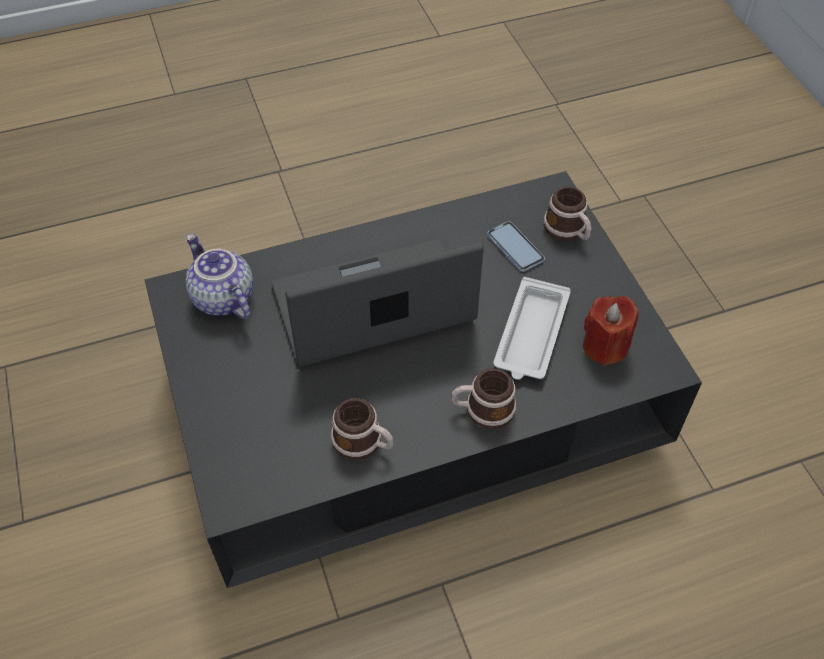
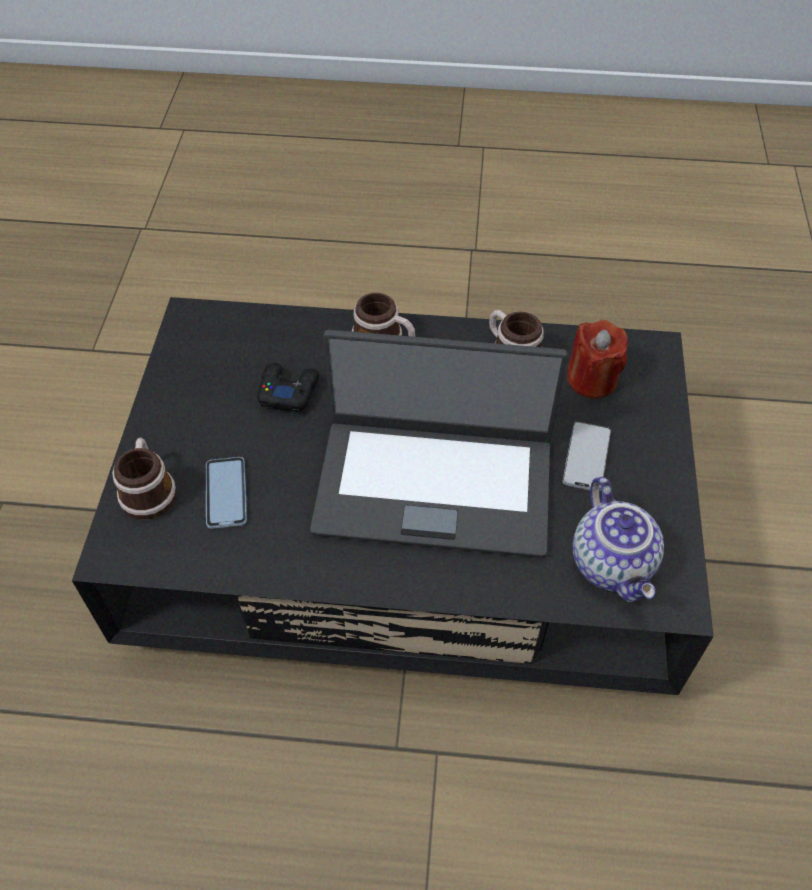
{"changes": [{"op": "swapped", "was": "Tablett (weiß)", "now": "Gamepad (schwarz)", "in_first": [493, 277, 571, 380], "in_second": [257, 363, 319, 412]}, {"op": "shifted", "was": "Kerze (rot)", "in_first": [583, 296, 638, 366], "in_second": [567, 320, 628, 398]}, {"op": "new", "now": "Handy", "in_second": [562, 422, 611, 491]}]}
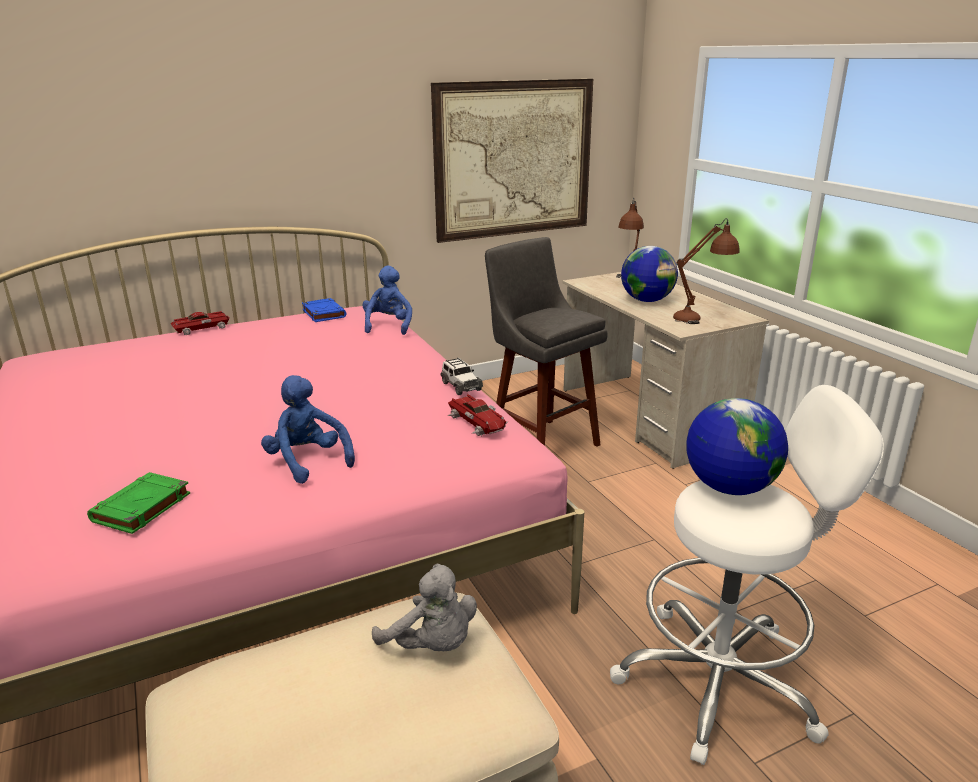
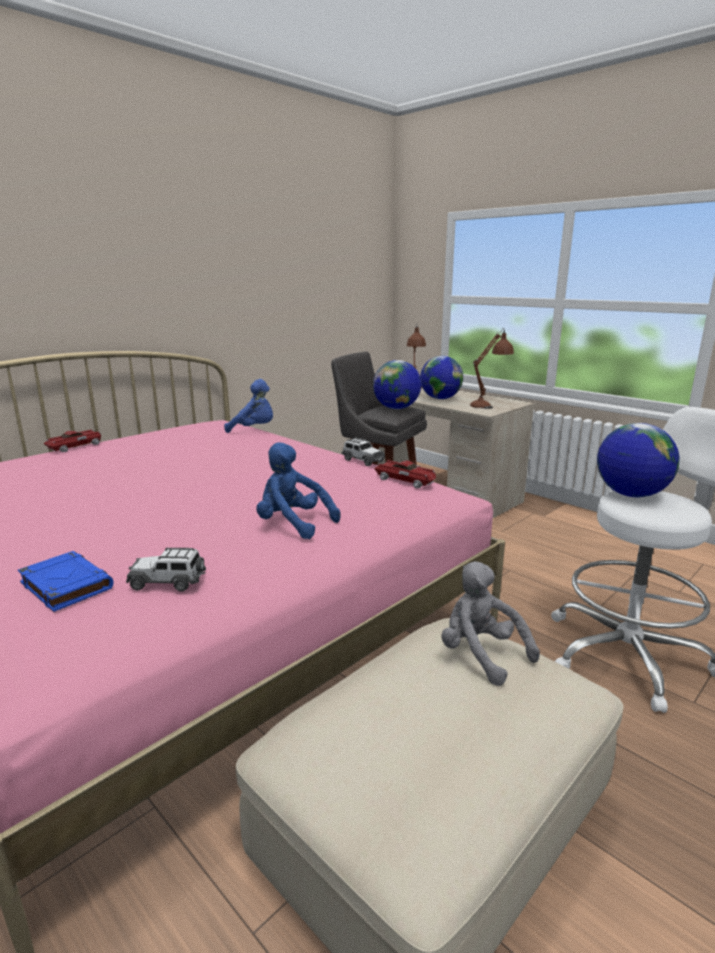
{"changes": [{"op": "swapped", "was": "Buch (grün)", "now": "Spielzeugauto", "in_first": [87, 472, 190, 534], "in_second": [126, 548, 206, 592]}, {"op": "shifted", "was": "Buch (blau)", "in_first": [302, 298, 346, 322], "in_second": [18, 551, 114, 612]}, {"op": "rotated", "was": "Plüschtier (blau)", "in_first": [362, 266, 412, 335], "in_second": [224, 379, 273, 433], "clockwise": 120}, {"op": "rotated", "was": "Plüschtier (grau)", "in_first": [372, 564, 477, 651], "in_second": [441, 561, 540, 686], "clockwise": -150}, {"op": "gone", "was": "Bild", "in_first": [431, 79, 593, 243]}, {"op": "new", "now": "Globus", "in_second": [373, 360, 421, 409]}]}
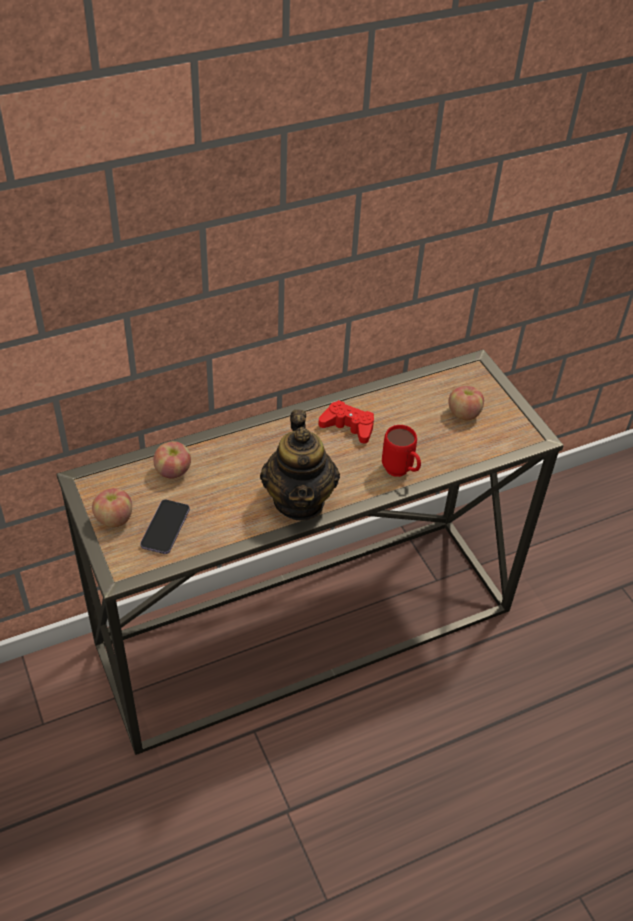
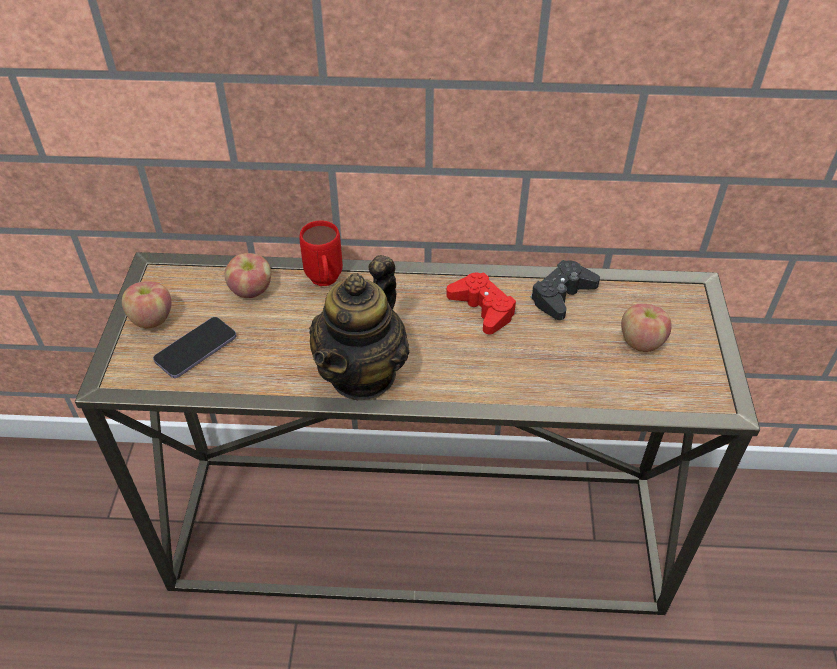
{"changes": [{"op": "shifted", "was": "Henkelbecher (rot)", "in_first": [382, 425, 421, 477], "in_second": [299, 221, 343, 286]}, {"op": "new", "now": "Gamepad (schwarz)", "in_second": [530, 260, 600, 320]}]}
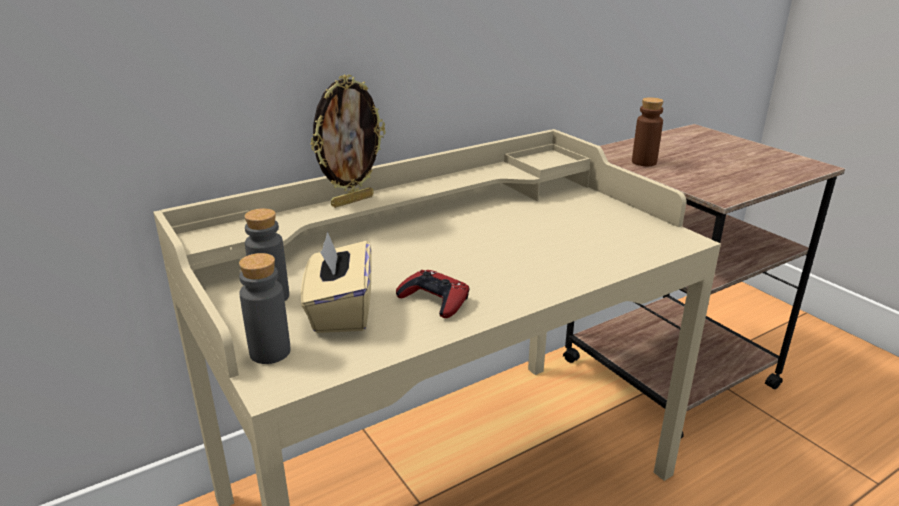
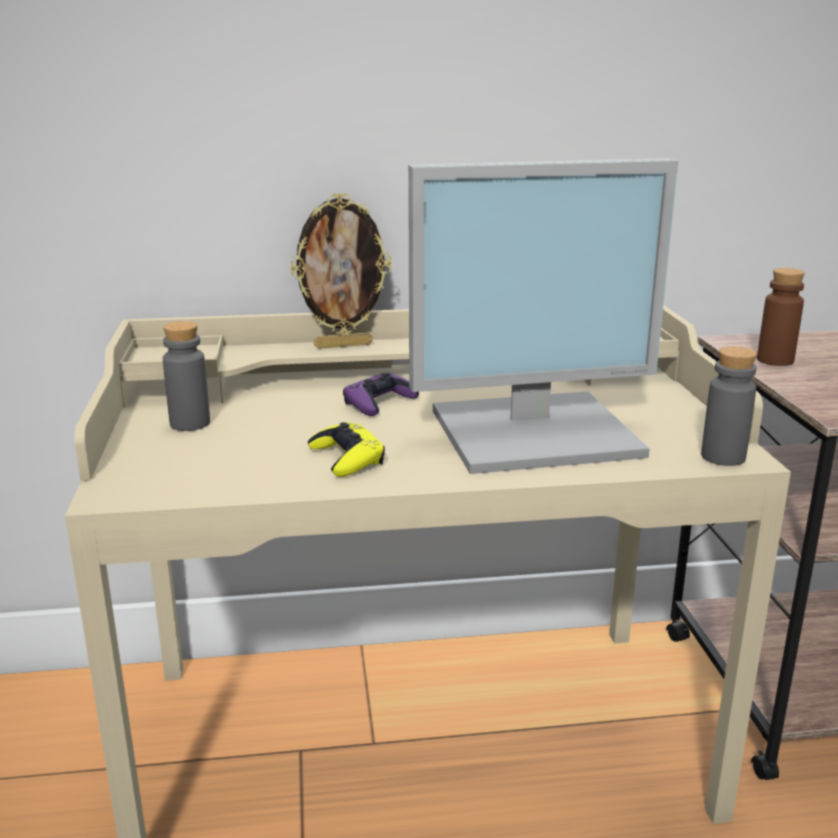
{"changes": [{"op": "shifted", "was": "Flasche (grau)", "in_first": [239, 253, 291, 364], "in_second": [701, 346, 757, 466]}, {"op": "gone", "was": "Taschentuchbox (beige)", "in_first": [301, 231, 372, 333]}, {"op": "repainted", "was": "Gamepad (rot)", "now": "Gamepad (gelb)", "in_first": [396, 270, 469, 318], "in_second": [308, 422, 385, 477]}, {"op": "new", "now": "Gamepad (lila)", "in_second": [343, 372, 419, 416]}, {"op": "new", "now": "Monitor", "in_second": [408, 158, 678, 474]}]}
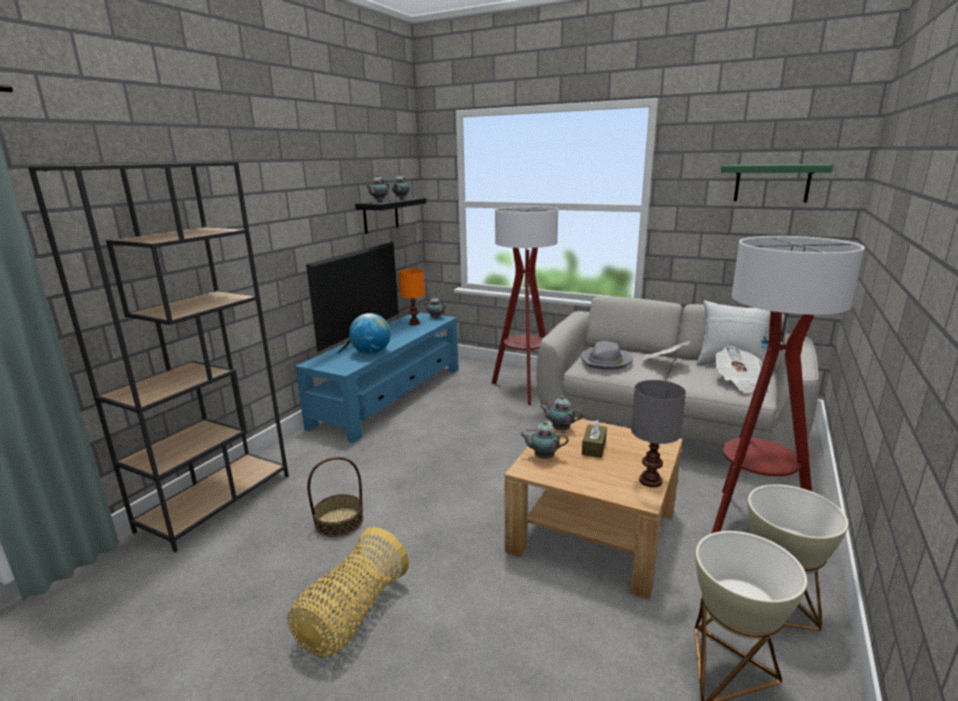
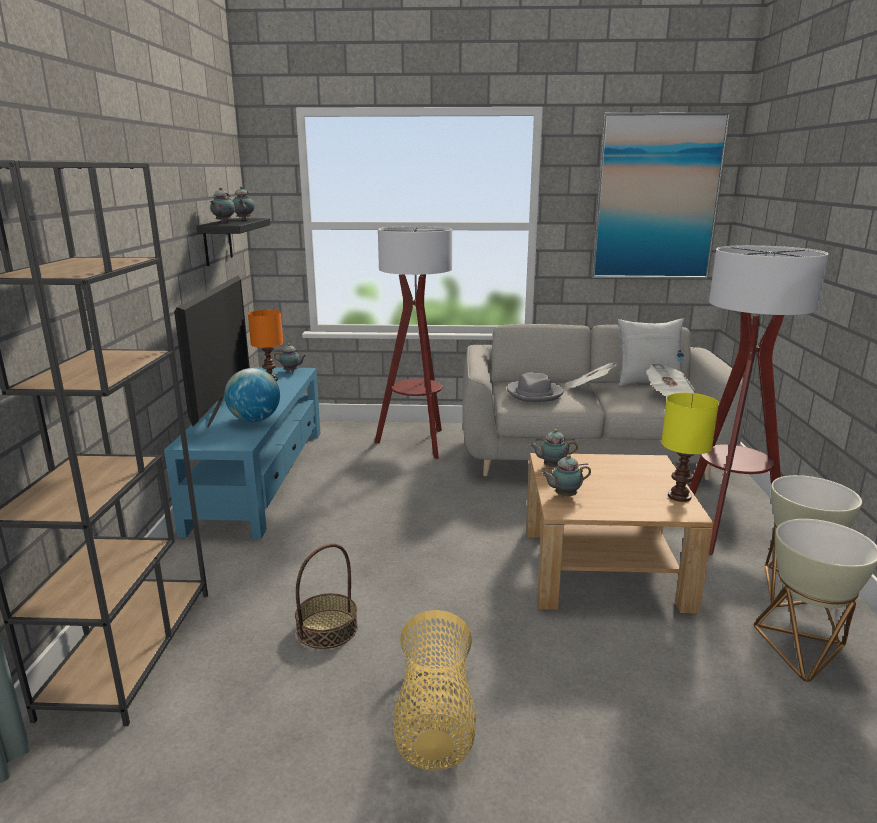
{"changes": [{"op": "gone", "was": "Taschentuchbox (braun)", "in_first": [582, 419, 607, 458]}, {"op": "repainted", "was": "Tischlampe (grau)", "now": "Tischlampe (gelb)", "in_first": [631, 380, 686, 487], "in_second": [661, 393, 719, 502]}, {"op": "swapped", "was": "Wandregal (grün)", "now": "Bild", "in_first": [721, 164, 833, 202], "in_second": [591, 112, 731, 279]}]}
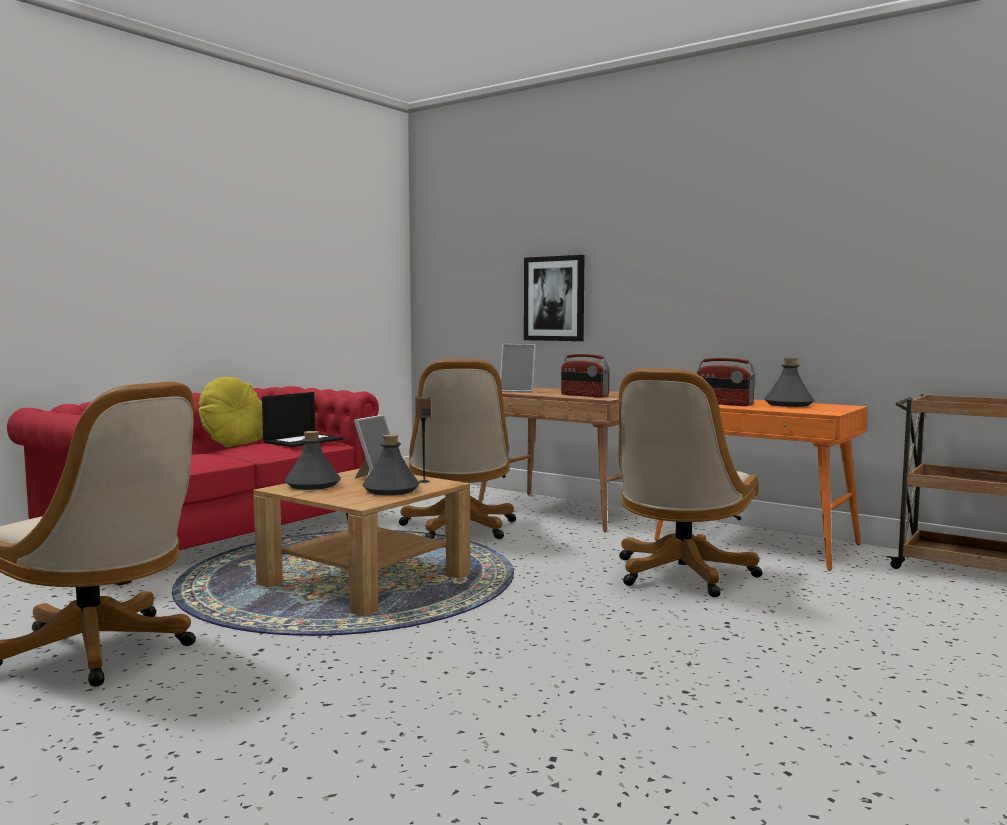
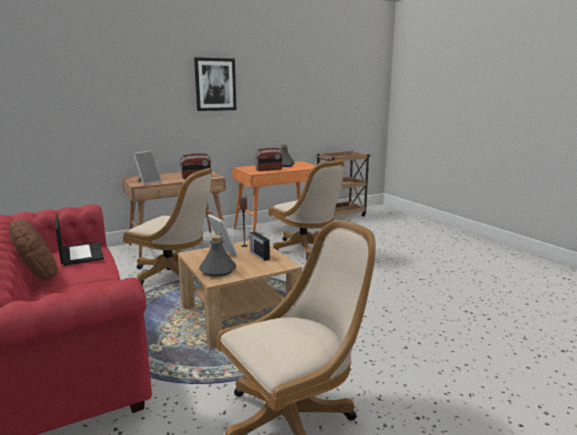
{"changes": [{"op": "repainted", "was": "Kissen (gelb)", "now": "Kissen (braun)", "in_first": [198, 377, 263, 447], "in_second": [9, 219, 58, 280]}, {"op": "swapped", "was": "Flasche (grau)", "now": "Radio", "in_first": [363, 434, 420, 495], "in_second": [249, 232, 270, 261]}, {"op": "shifted", "was": "Bild", "in_first": [524, 255, 584, 341], "in_second": [194, 57, 236, 111]}]}
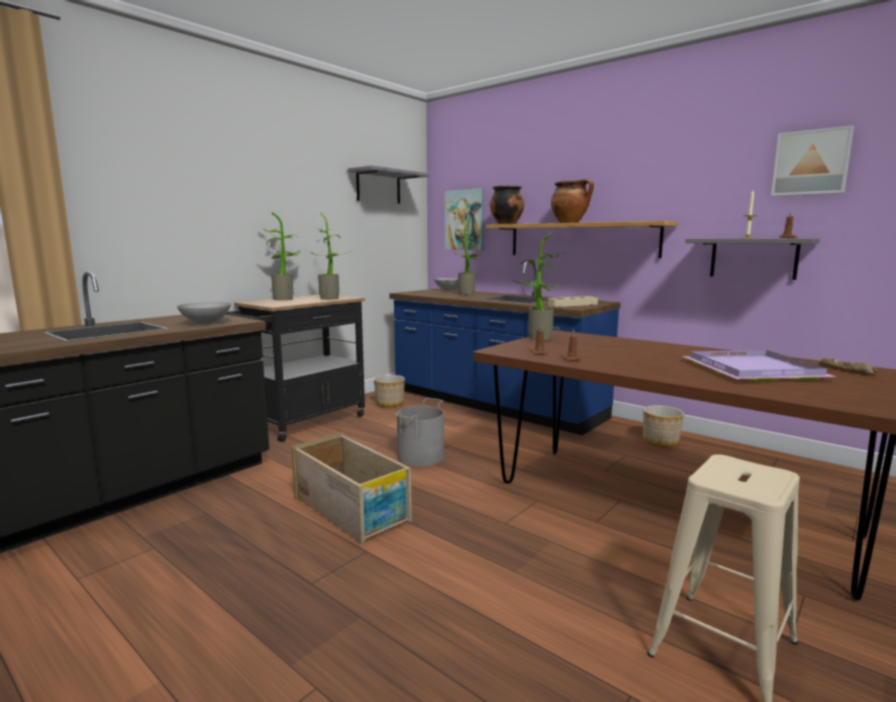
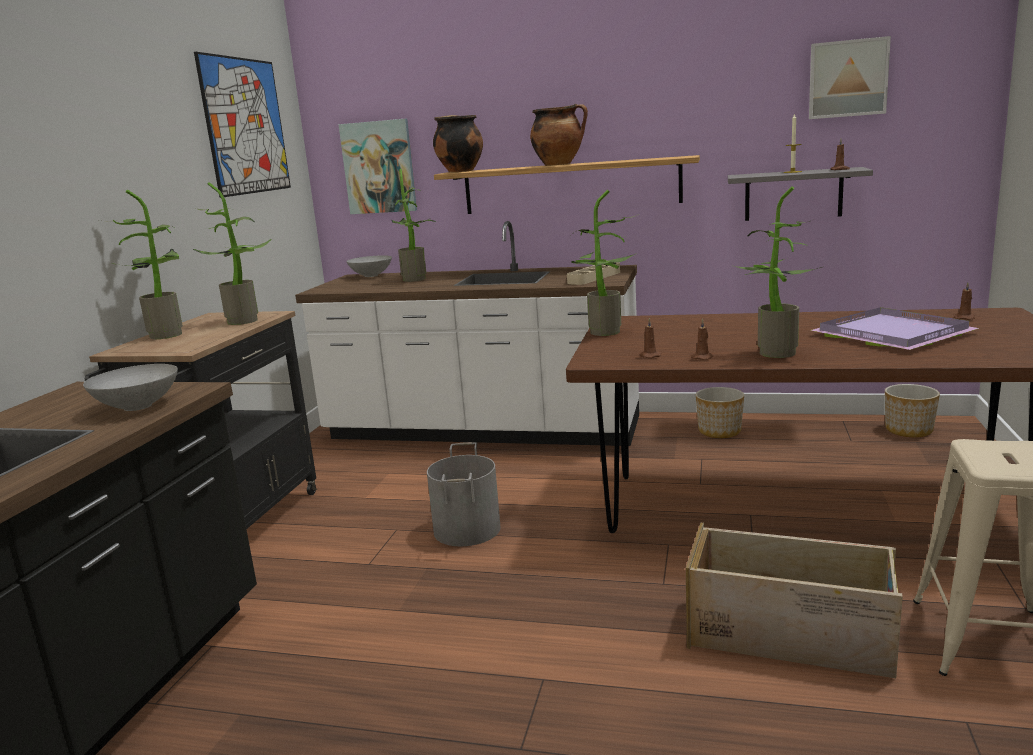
{"changes": [{"op": "shifted", "was": "Kiste", "in_first": [291, 432, 412, 544], "in_second": [686, 523, 903, 678]}, {"op": "swapped", "was": "Wandregal (grau)", "now": "Bild", "in_first": [347, 165, 430, 204], "in_second": [194, 52, 291, 198]}, {"op": "shifted", "was": "Pflanzkübel", "in_first": [374, 375, 405, 407], "in_second": [885, 384, 940, 437]}, {"op": "repainted", "was": "Küchenzeile (blau)", "now": "Küchenzeile (weiß)", "in_first": [390, 261, 621, 435], "in_second": [295, 221, 639, 446]}, {"op": "swapped", "was": "Brot", "now": "Kerze (braun)", "in_first": [819, 358, 878, 376], "in_second": [954, 283, 975, 320]}, {"op": "new", "now": "Topfpflanze", "in_second": [727, 186, 822, 358]}]}
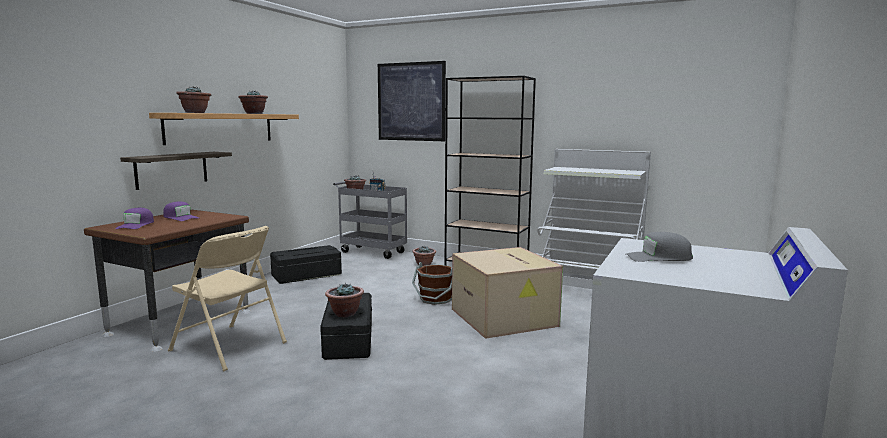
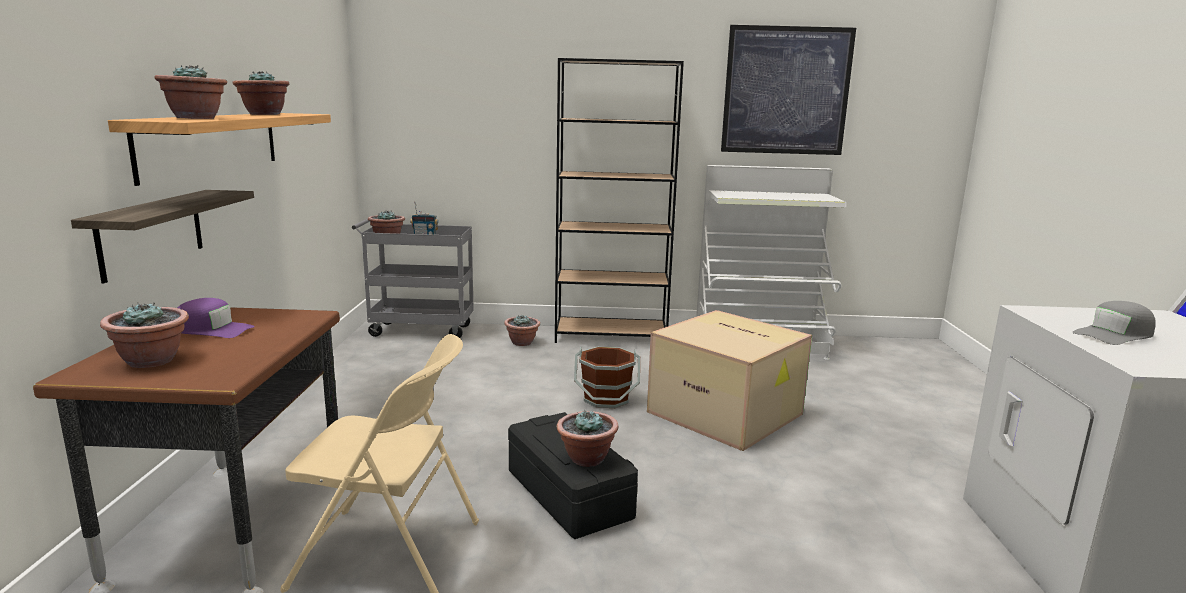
{"changes": [{"op": "swapped", "was": "Kappe (lila)", "now": "Topfpflanze", "in_first": [115, 208, 154, 229], "in_second": [100, 302, 189, 368]}, {"op": "gone", "was": "Aufbewahrungsbox (schwarz)", "in_first": [270, 245, 342, 284]}, {"op": "shifted", "was": "Bild", "in_first": [378, 61, 446, 141], "in_second": [721, 25, 856, 155]}]}
